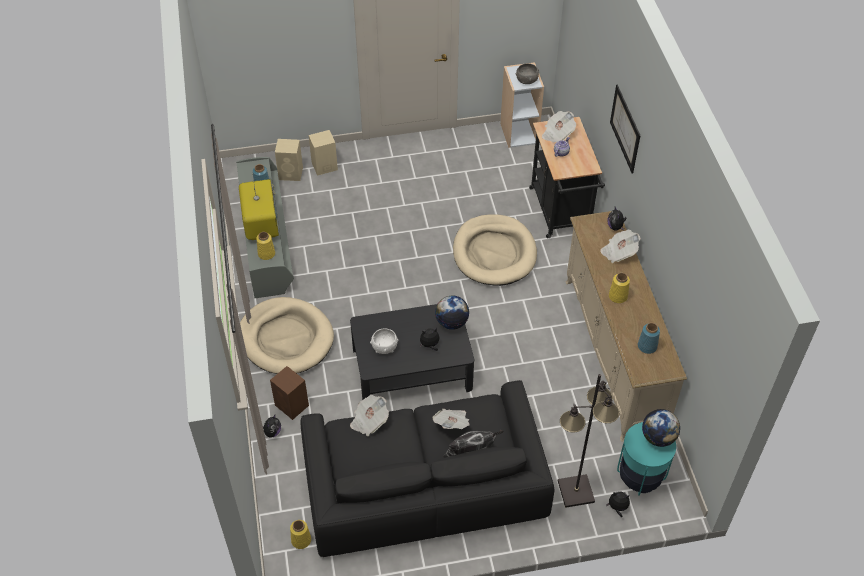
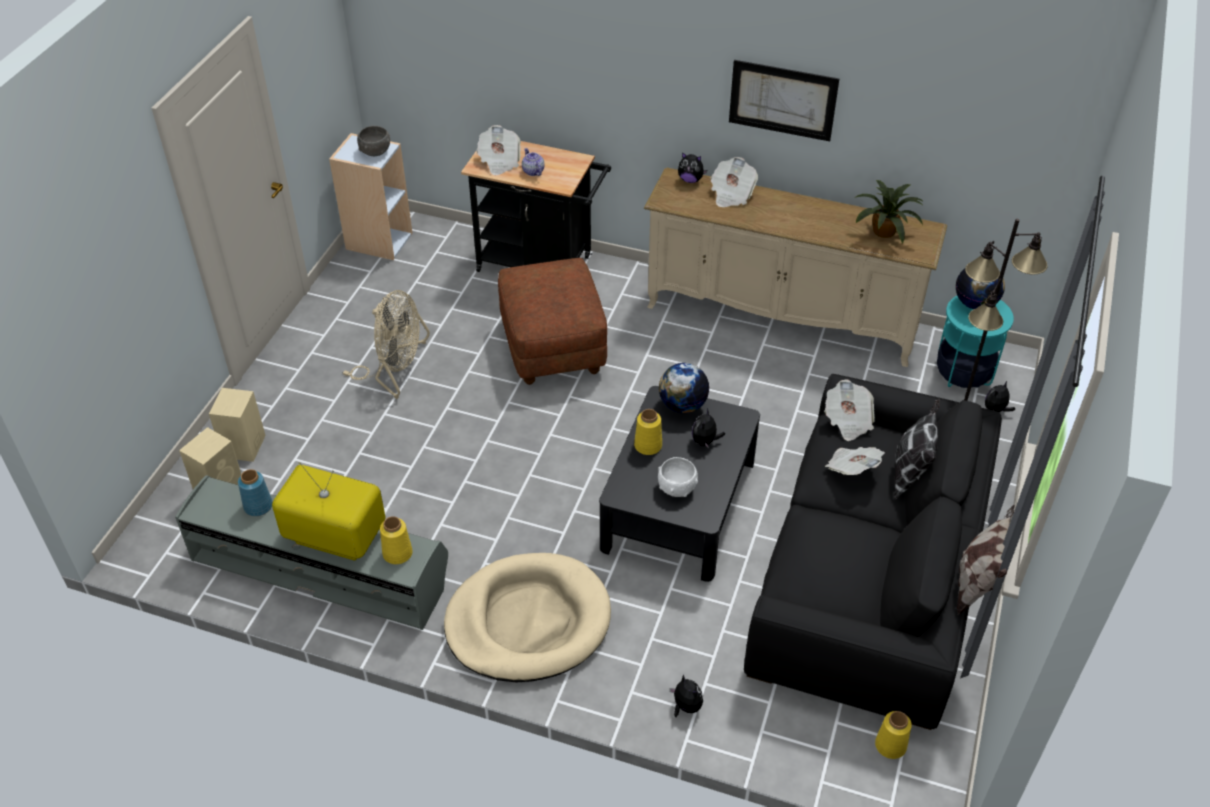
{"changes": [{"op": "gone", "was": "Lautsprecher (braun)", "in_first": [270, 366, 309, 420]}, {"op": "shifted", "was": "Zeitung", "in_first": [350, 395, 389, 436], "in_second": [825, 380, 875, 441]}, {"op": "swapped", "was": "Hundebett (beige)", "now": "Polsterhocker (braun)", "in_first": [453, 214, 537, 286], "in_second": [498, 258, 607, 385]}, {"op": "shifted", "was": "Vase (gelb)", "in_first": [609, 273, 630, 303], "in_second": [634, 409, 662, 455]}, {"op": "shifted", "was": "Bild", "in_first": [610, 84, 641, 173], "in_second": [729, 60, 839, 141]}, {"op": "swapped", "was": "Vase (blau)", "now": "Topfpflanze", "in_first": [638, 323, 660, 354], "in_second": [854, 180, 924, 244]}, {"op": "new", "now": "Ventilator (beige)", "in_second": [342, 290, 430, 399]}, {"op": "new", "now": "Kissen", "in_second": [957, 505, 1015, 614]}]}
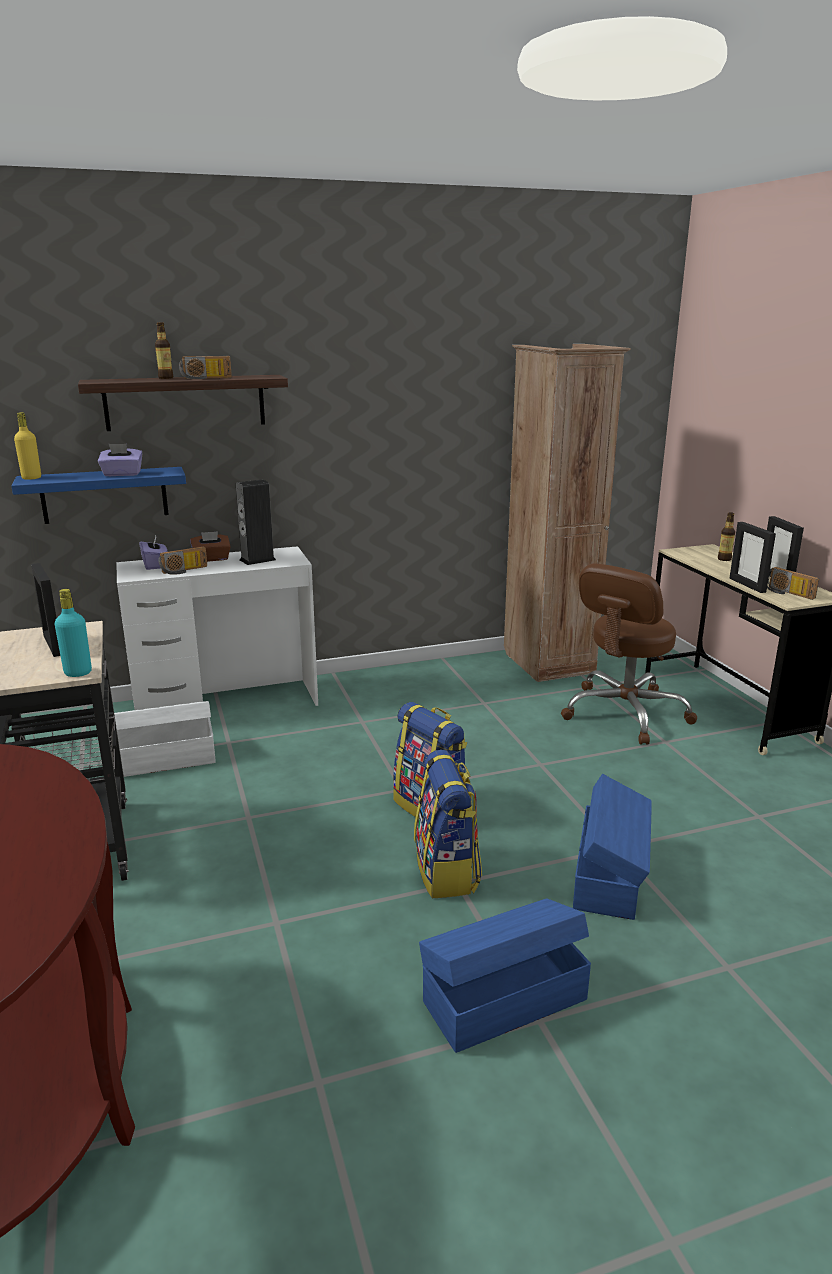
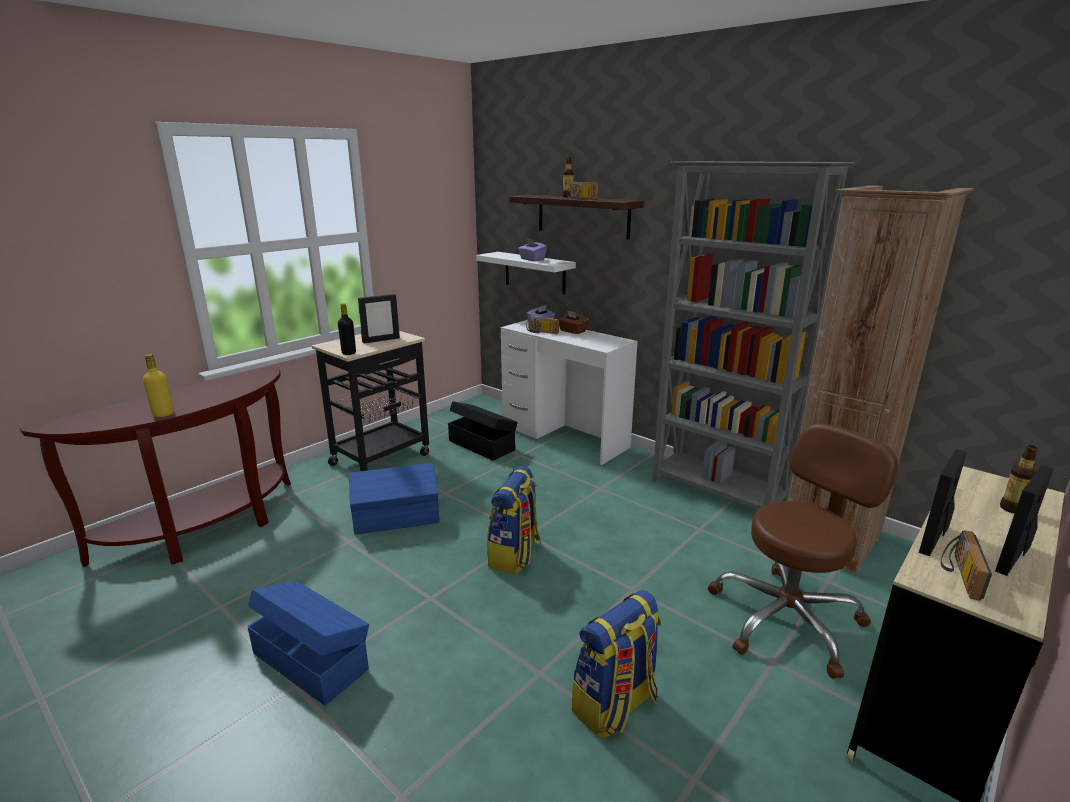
{"changes": [{"op": "repainted", "was": "Wandregal (blau)", "now": "Wandregal (weiß)", "in_first": [11, 467, 186, 524], "in_second": [476, 252, 576, 295]}, {"op": "shifted", "was": "Flasche (gelb)", "in_first": [14, 412, 41, 480], "in_second": [143, 354, 174, 417]}, {"op": "rotated", "was": "Bilderrahmen", "in_first": [31, 563, 60, 657], "in_second": [358, 294, 400, 344], "clockwise": -150}, {"op": "repainted", "was": "Flasche (türkis)", "now": "Flasche (schwarz)", "in_first": [55, 589, 92, 677], "in_second": [338, 303, 356, 355]}, {"op": "repainted", "was": "Aufbewahrungsbox (weiß)", "now": "Aufbewahrungsbox (schwarz)", "in_first": [114, 701, 215, 777], "in_second": [448, 401, 518, 461]}, {"op": "gone", "was": "Lautsprecher", "in_first": [236, 480, 276, 565]}, {"op": "shifted", "was": "Rucksack", "in_first": [414, 750, 482, 898], "in_second": [572, 590, 661, 739]}, {"op": "rotated", "was": "Bürostuhl (braun)", "in_first": [561, 563, 697, 745], "in_second": [708, 423, 898, 678], "clockwise": 135}, {"op": "shifted", "was": "Aufbewahrungsbox (blau)", "in_first": [573, 774, 652, 920], "in_second": [349, 463, 439, 535]}, {"op": "new", "now": "Bücherregal (grau)", "in_second": [652, 161, 855, 510]}]}
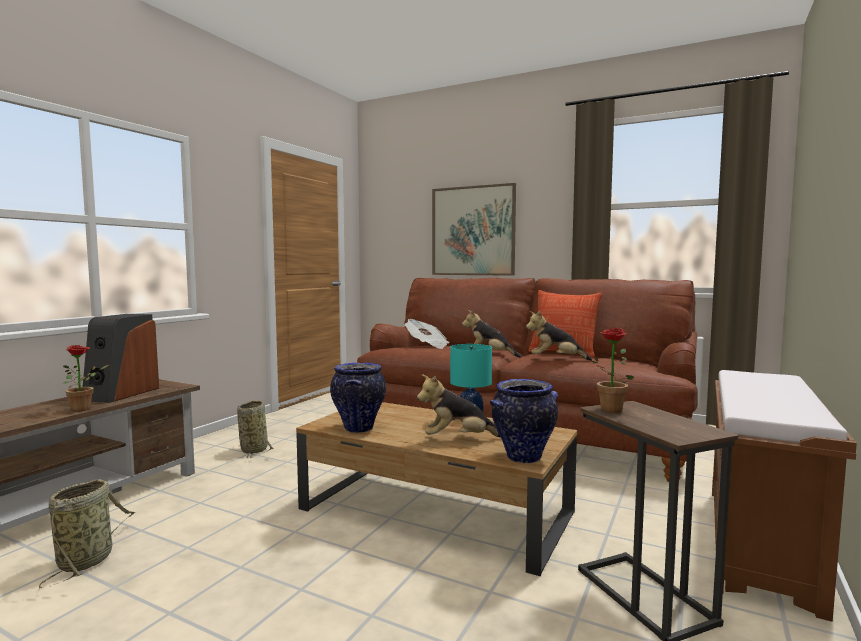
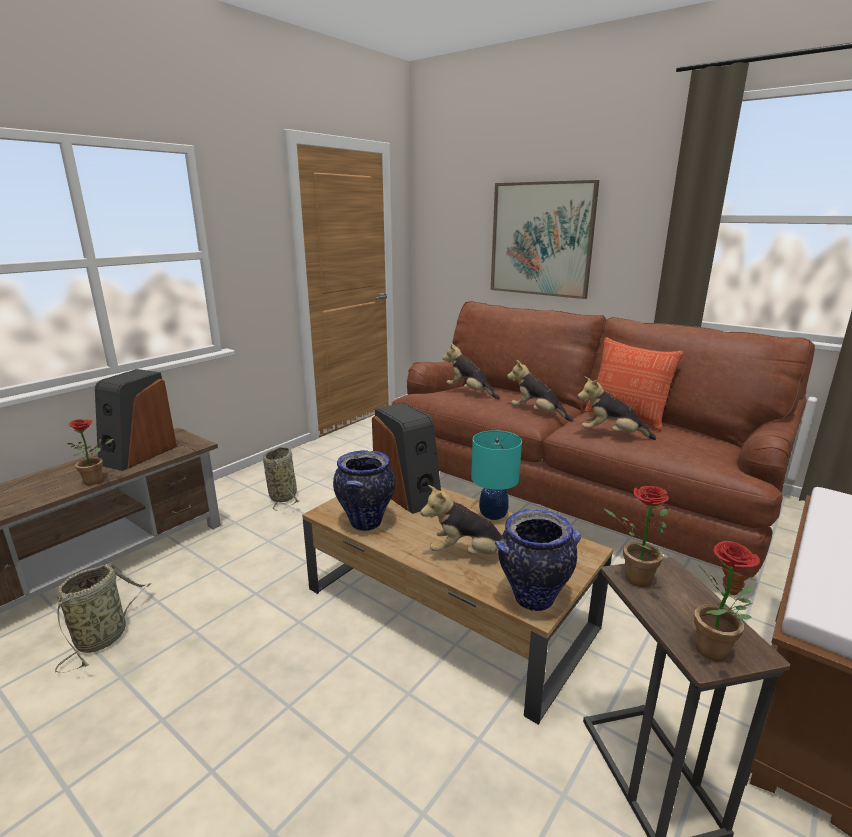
{"changes": [{"op": "swapped", "was": "Zeitung", "now": "Plüschtier", "in_first": [405, 319, 450, 349], "in_second": [442, 343, 500, 399]}, {"op": "new", "now": "Lautsprecher", "in_second": [372, 402, 441, 514]}, {"op": "new", "now": "Topfpflanze", "in_second": [694, 541, 760, 661]}]}
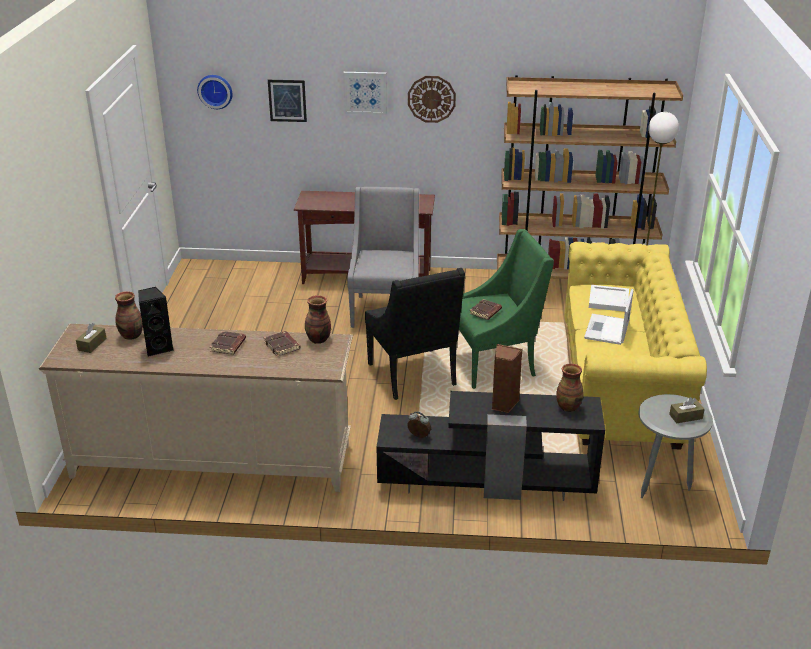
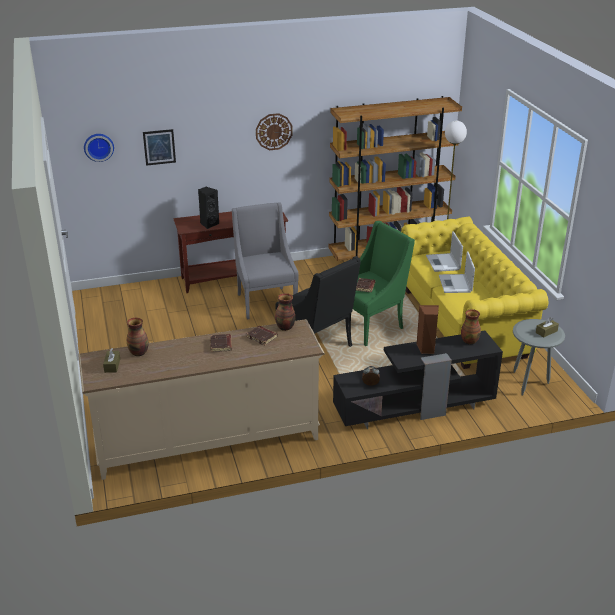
{"changes": [{"op": "shifted", "was": "Lautsprecher (schwarz)", "in_first": [138, 287, 173, 357], "in_second": [198, 187, 219, 229]}, {"op": "gone", "was": "Bild", "in_first": [343, 72, 387, 115]}, {"op": "swapped", "was": "Tablett (weiß)", "now": "Laptop", "in_first": [589, 285, 629, 312], "in_second": [426, 231, 463, 272]}]}
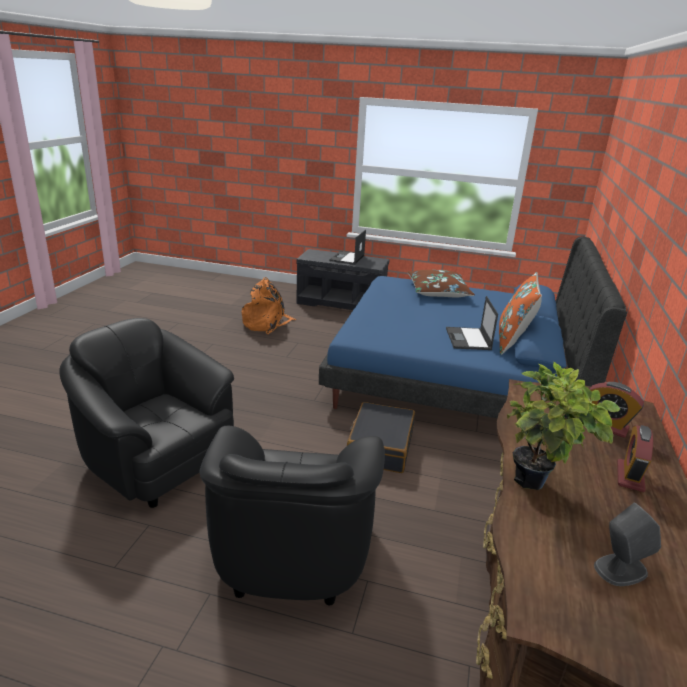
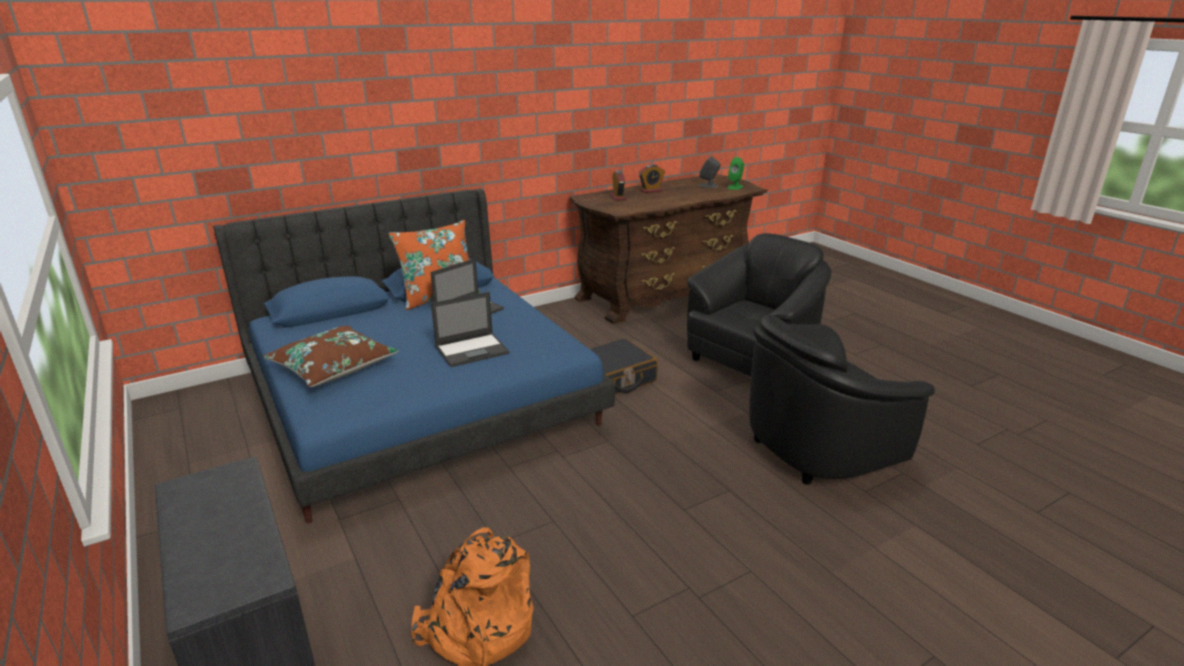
{"changes": [{"op": "rotated", "was": "Sessel (schwarz)", "in_first": [59, 318, 234, 508], "in_second": [749, 315, 935, 485], "clockwise": 75}, {"op": "shifted", "was": "Laptop", "in_first": [329, 230, 366, 265], "in_second": [431, 292, 509, 367]}, {"op": "gone", "was": "Topfpflanze", "in_first": [507, 362, 620, 490]}, {"op": "new", "now": "Lautsprecher (grün)", "in_second": [727, 157, 744, 190]}]}
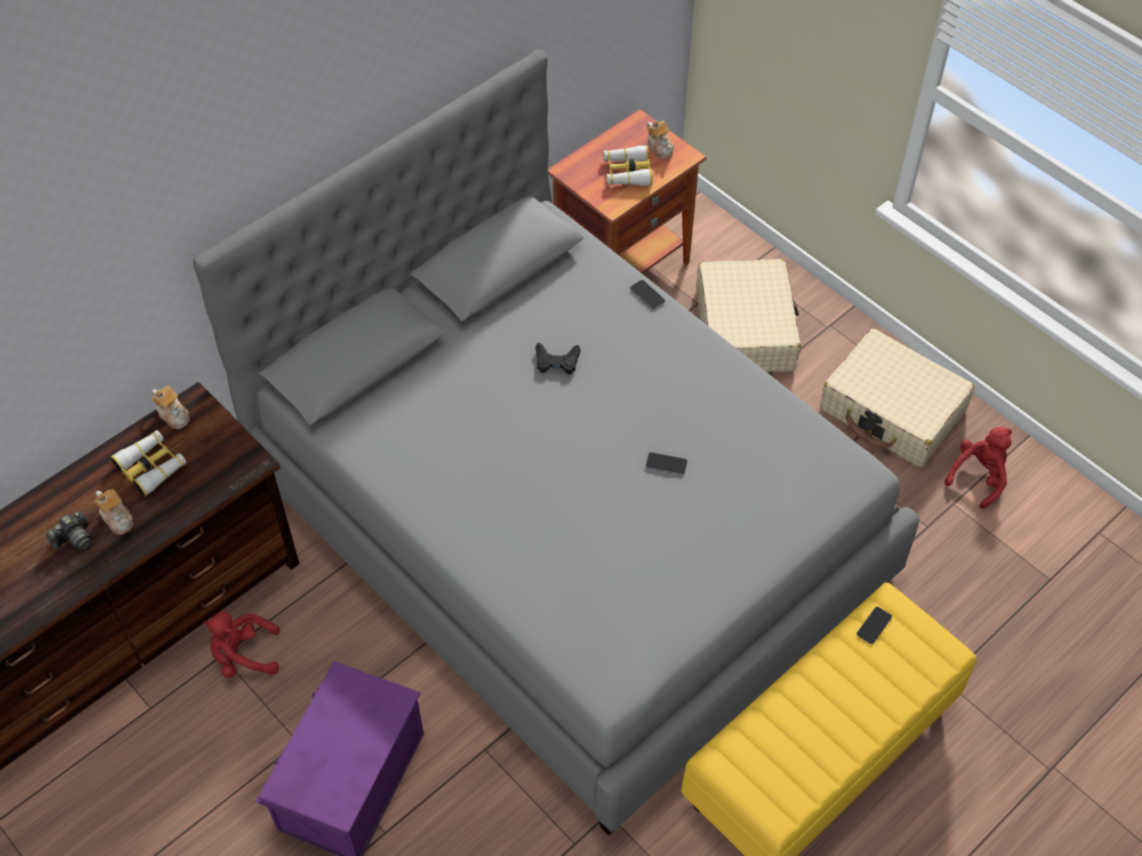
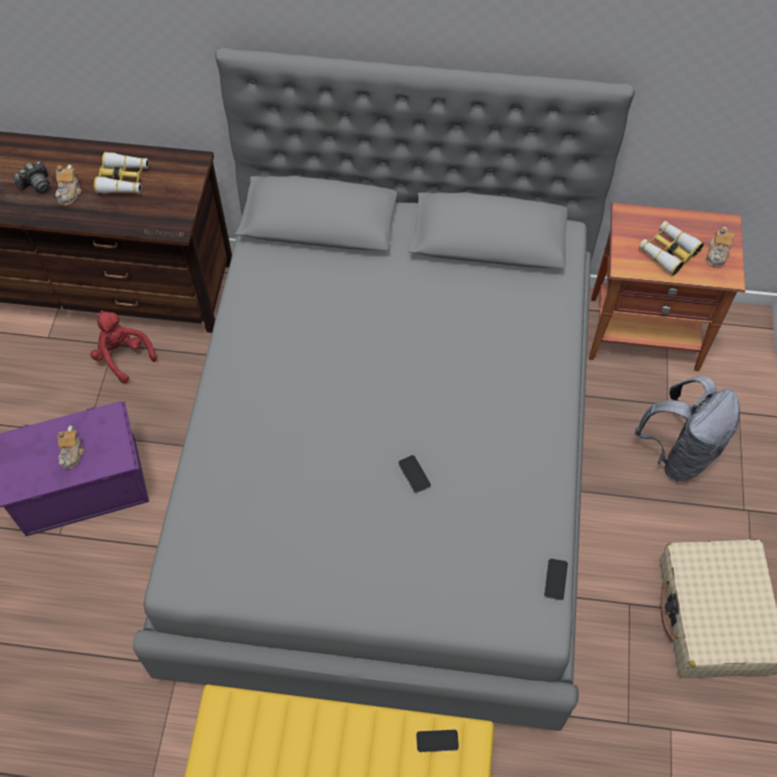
{"changes": [{"op": "rotated", "was": "Kamera", "in_first": [46, 511, 92, 552], "in_second": [13, 161, 50, 193], "clockwise": -45}, {"op": "shifted", "was": "Teekanne", "in_first": [152, 386, 190, 429], "in_second": [57, 426, 84, 469]}, {"op": "gone", "was": "Gamepad (schwarz)", "in_first": [535, 343, 581, 375]}, {"op": "shifted", "was": "Handy", "in_first": [630, 280, 665, 309], "in_second": [544, 559, 568, 600]}, {"op": "swapped", "was": "Koffer (beige)", "now": "Rucksack (grau)", "in_first": [696, 259, 801, 372], "in_second": [635, 376, 740, 482]}, {"op": "gone", "was": "Plüschtier (rot)", "in_first": [944, 427, 1012, 509]}]}
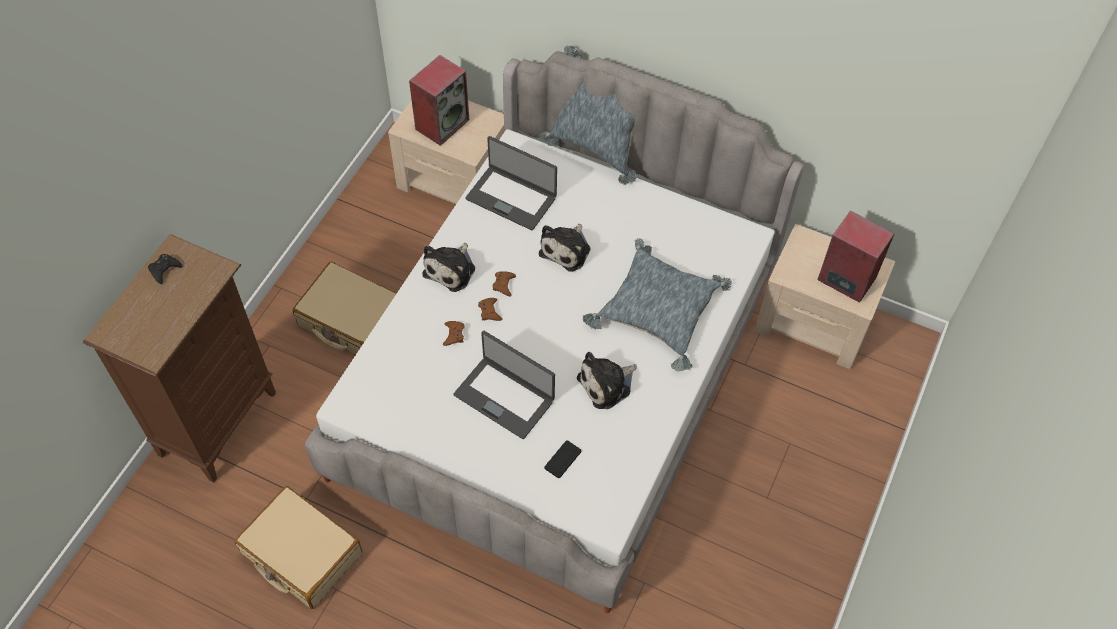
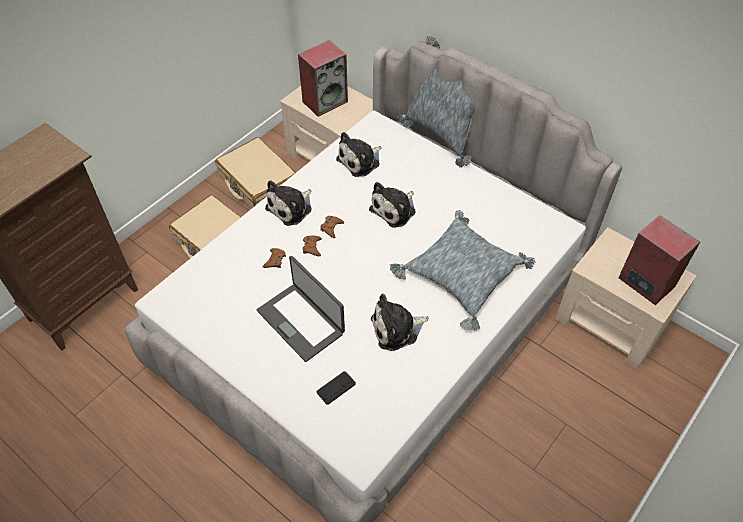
{"changes": [{"op": "gone", "was": "Gamepad (schwarz)", "in_first": [148, 254, 182, 284]}, {"op": "shifted", "was": "Koffer (beige)", "in_first": [235, 486, 362, 609], "in_second": [215, 137, 296, 209]}, {"op": "swapped", "was": "Laptop", "now": "Plüschtier", "in_first": [466, 136, 557, 230], "in_second": [336, 132, 381, 177]}]}
